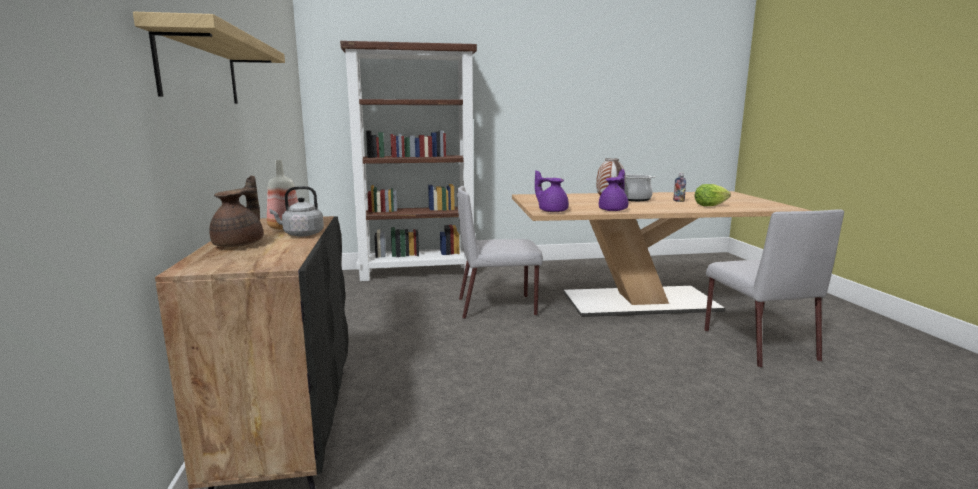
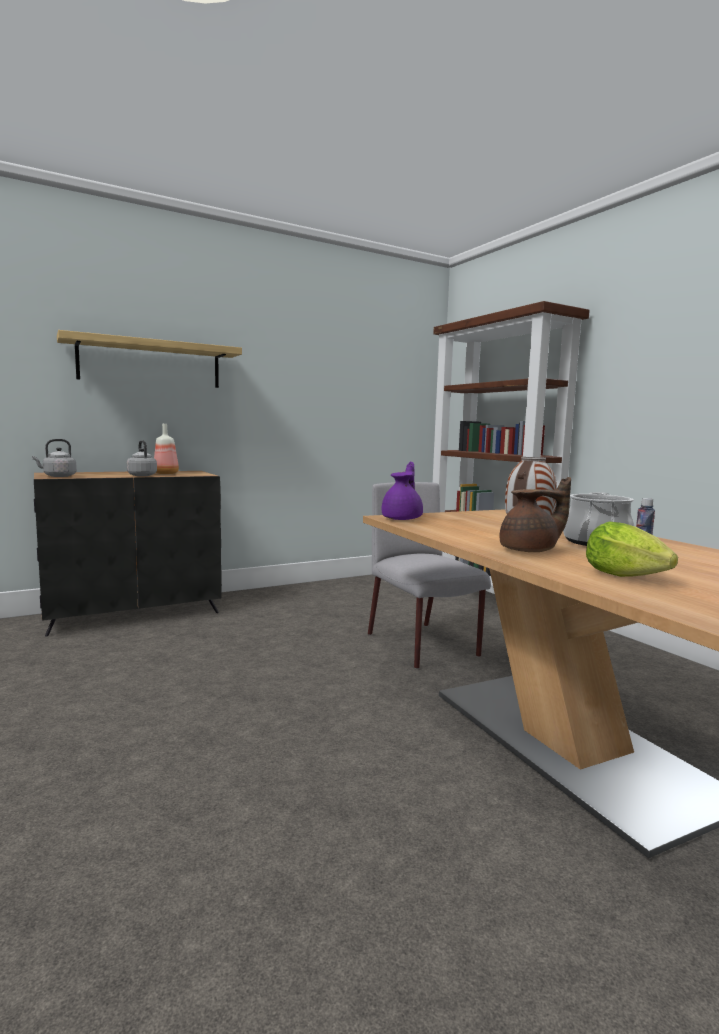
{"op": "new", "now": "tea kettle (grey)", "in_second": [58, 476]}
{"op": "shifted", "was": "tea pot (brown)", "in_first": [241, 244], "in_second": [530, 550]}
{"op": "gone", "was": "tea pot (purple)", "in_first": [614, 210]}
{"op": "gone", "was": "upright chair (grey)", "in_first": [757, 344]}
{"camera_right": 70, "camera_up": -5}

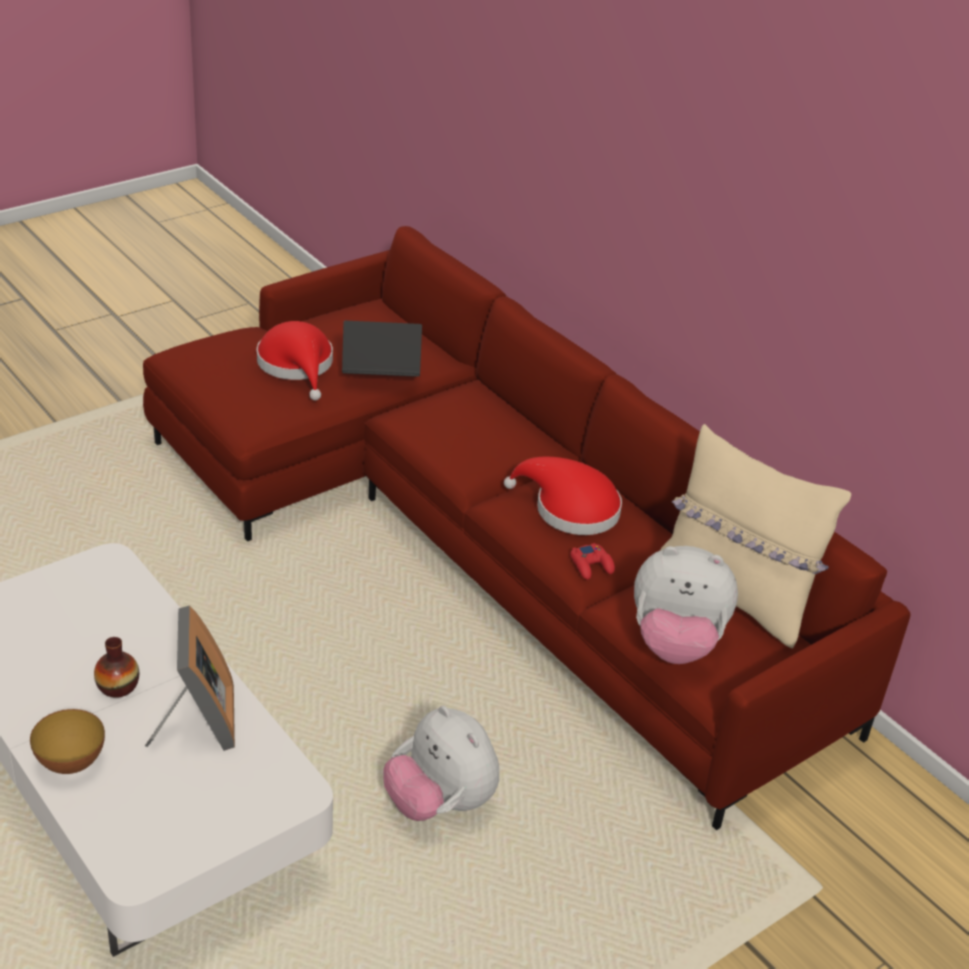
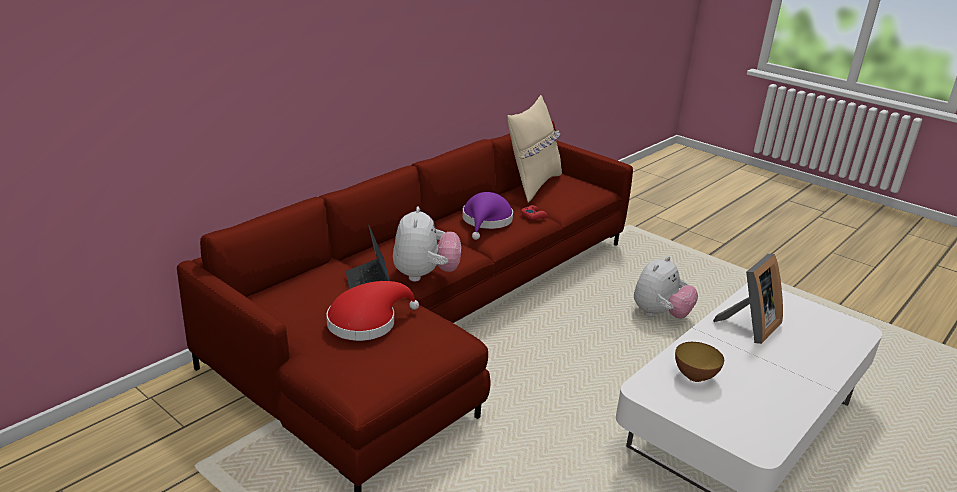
{"op": "shifted", "was": "soft toy", "in_first": [675, 643], "in_second": [425, 275]}
{"op": "repainted", "was": "clothing hat (reddish)", "now": "clothing hat (purple)", "in_first": [570, 509], "in_second": [486, 221]}
{"op": "shifted", "was": "deep dish", "in_first": [71, 763], "in_second": [694, 377]}
{"op": "rotated", "was": "standing frame", "in_first": [197, 723], "in_second": [749, 327], "clockwise": 150}
{"op": "gone", "was": "decorative vase", "in_first": [118, 686]}
{"camera_right": -100, "camera_up": -10}

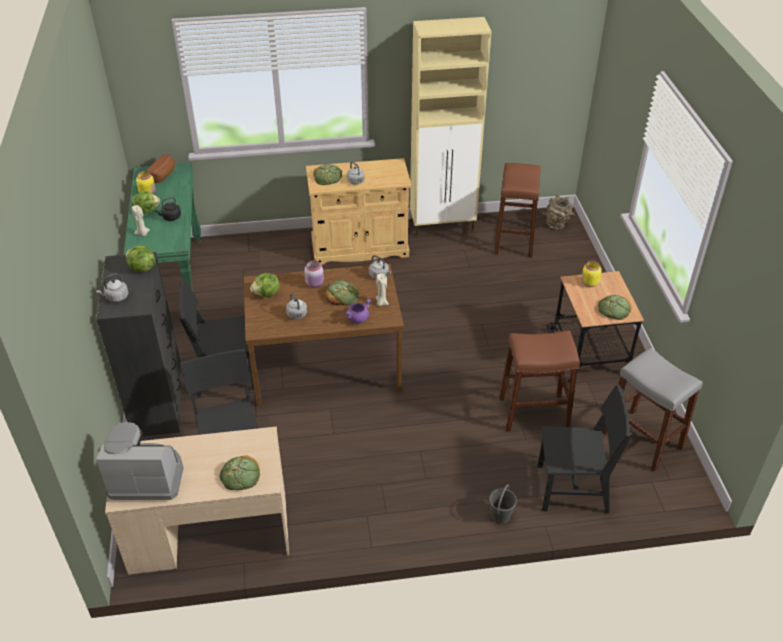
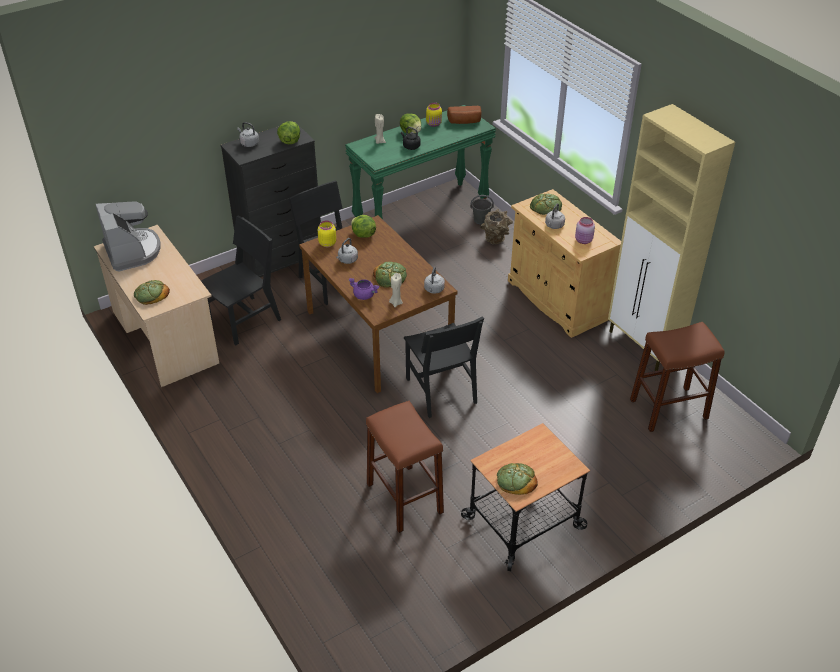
{"op": "shifted", "was": "jar (yellowish)", "in_first": [589, 283], "in_second": [327, 243]}
{"op": "shifted", "was": "upright chair (black-coloured)", "in_first": [572, 489], "in_second": [440, 390]}
{"op": "shifted", "was": "pail (grey)", "in_first": [500, 515], "in_second": [480, 220]}
{"op": "shifted", "was": "decorative vase (brown)", "in_first": [557, 224], "in_second": [496, 240]}
{"op": "shifted", "was": "jar (pinkish)", "in_first": [315, 284], "in_second": [583, 241]}
{"op": "gone", "was": "sitting stool (grey)", "in_first": [642, 440]}
{"camera_right": 65, "camera_up": 0}

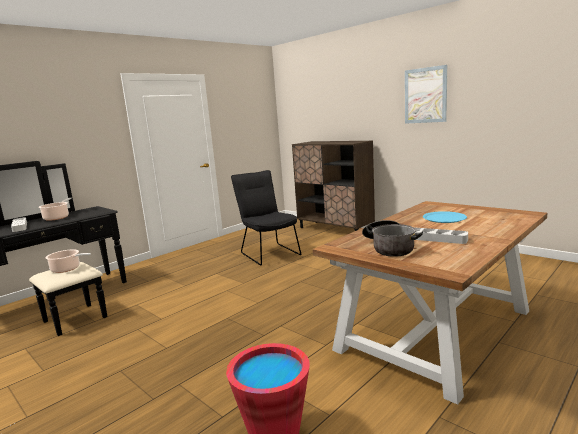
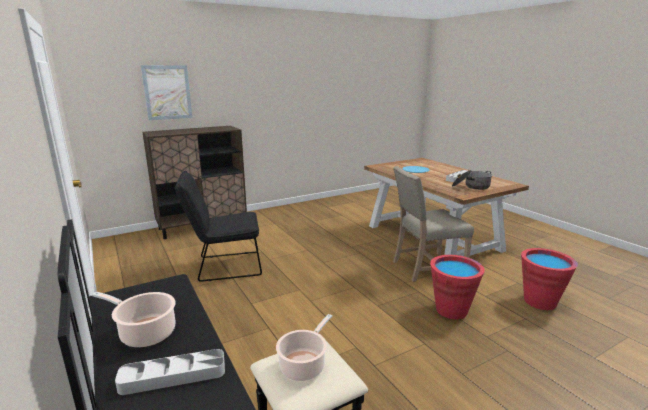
{"op": "shifted", "was": "picture", "in_first": [425, 95], "in_second": [167, 92]}
{"op": "new", "now": "upright chair (beige-coloured)", "in_second": [425, 267]}
{"op": "new", "now": "pail (reddish)", "in_second": [451, 310]}
{"camera_right": -75, "camera_up": 5}

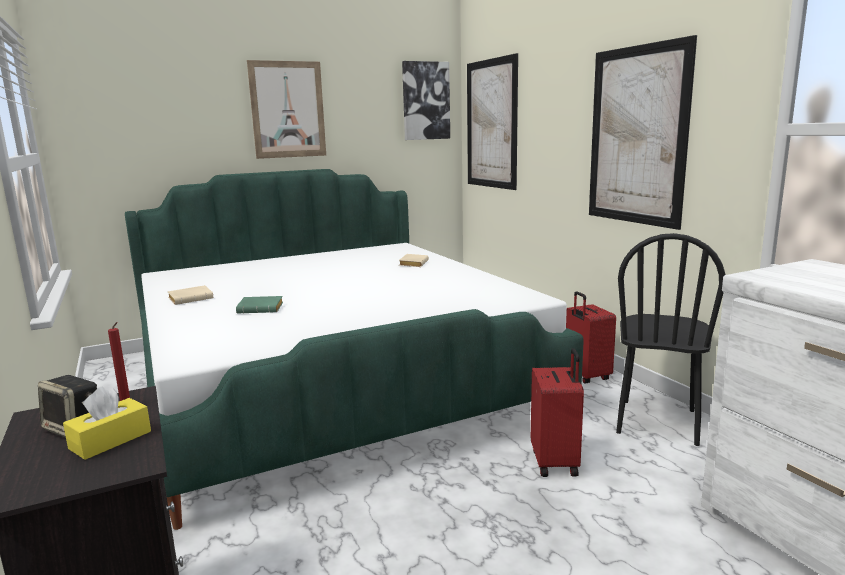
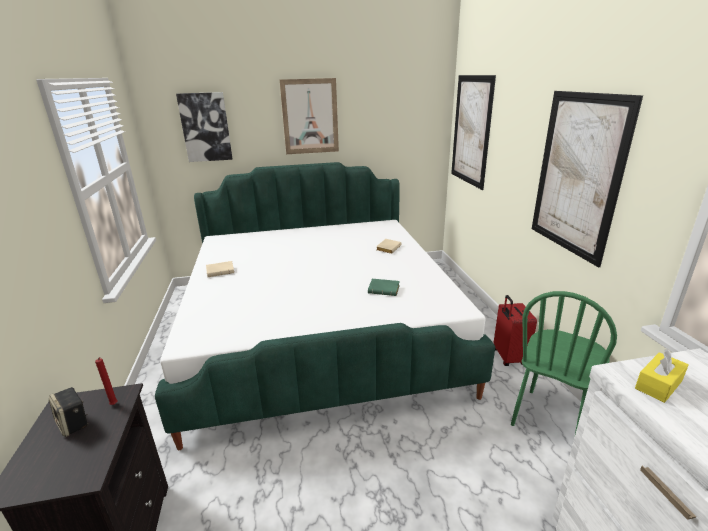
{"op": "shifted", "was": "picture", "in_first": [425, 101], "in_second": [205, 127]}
{"op": "shifted", "was": "book (green)", "in_first": [262, 309], "in_second": [385, 290]}
{"op": "repainted", "was": "upright chair (black-coloured)", "now": "upright chair (green)", "in_first": [657, 422], "in_second": [549, 419]}
{"op": "shifted", "was": "box of tissues (yellowish)", "in_first": [110, 440], "in_second": [658, 384]}
{"op": "gone", "was": "piece of luggage (reddish)", "in_first": [556, 462]}
{"camera_right": 15, "camera_up": 10}

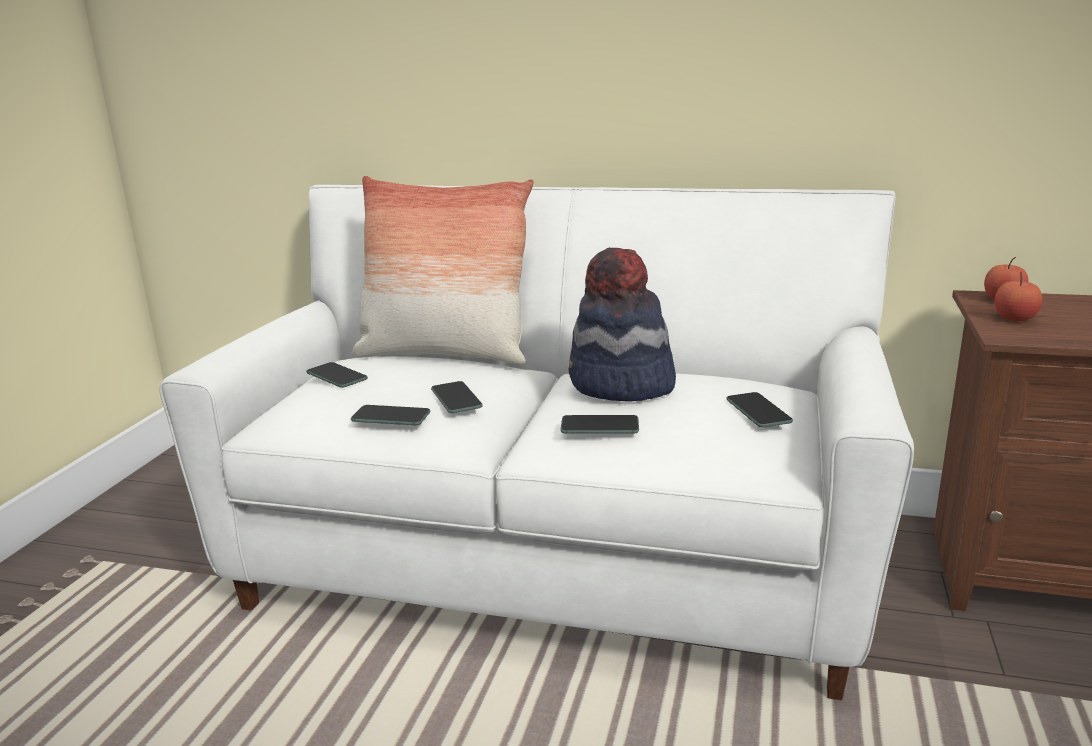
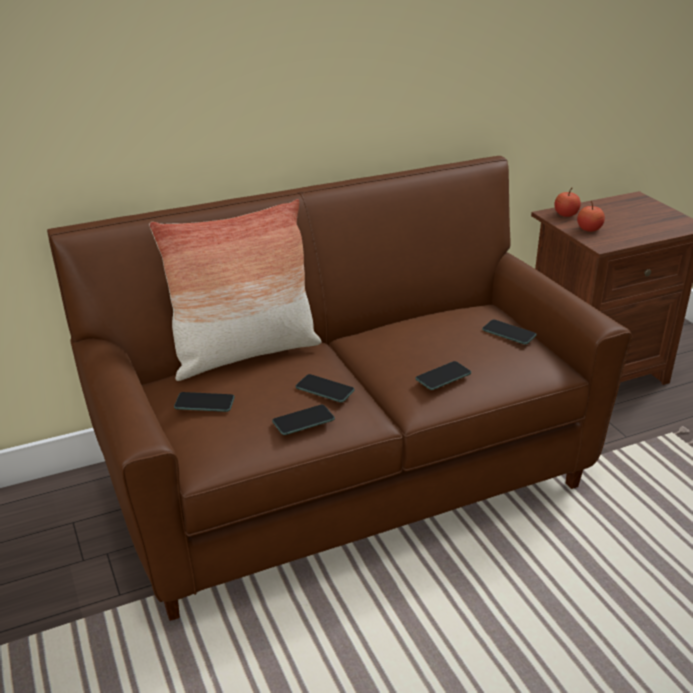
{"op": "repainted", "was": "couch (white-coloured)", "now": "couch (brown)", "in_first": [555, 564], "in_second": [346, 480]}
{"op": "gone", "was": "clothing hat", "in_first": [621, 385]}
{"camera_right": -40, "camera_up": 10}

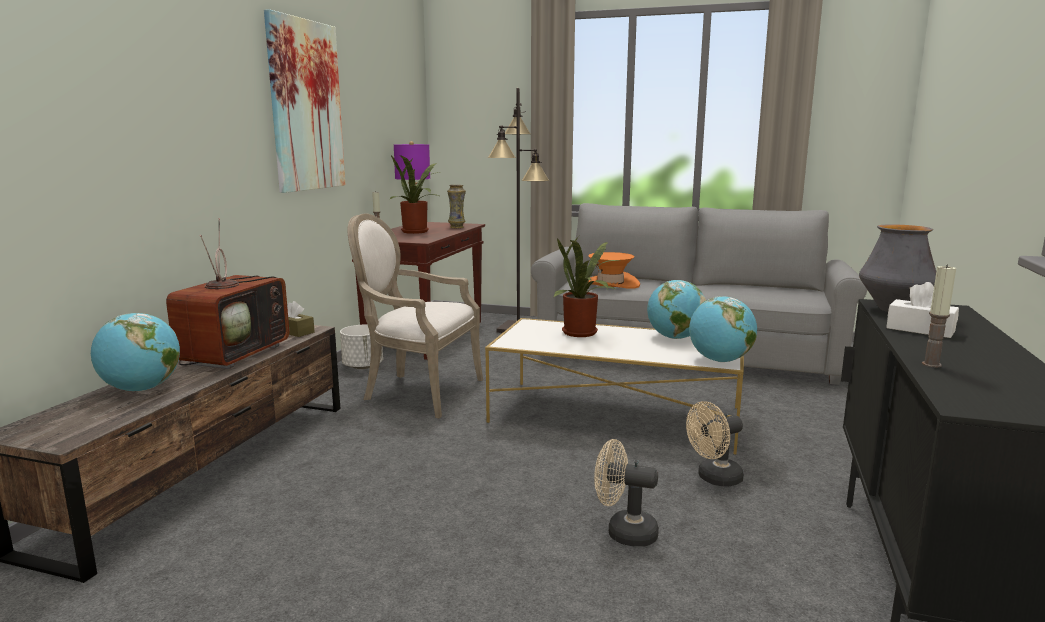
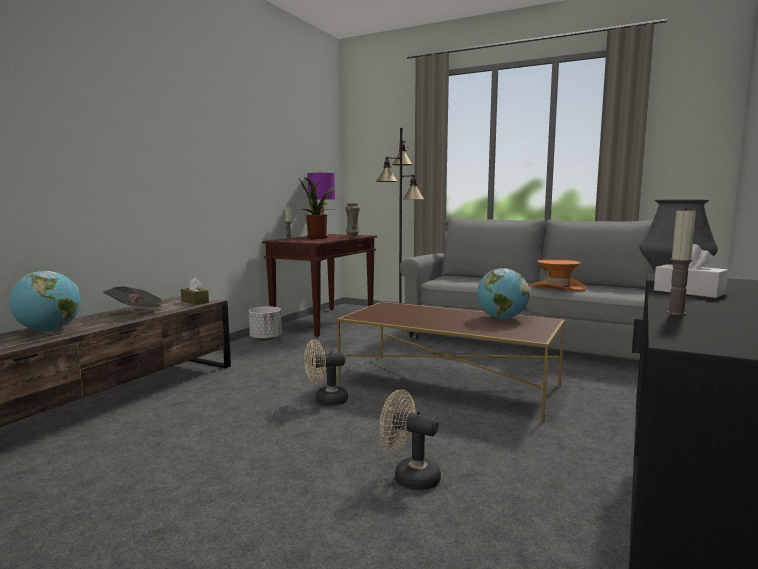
{"op": "swapped", "was": "television", "now": "printed paper", "in_first": [235, 354], "in_second": [138, 313]}
{"op": "shifted", "was": "fan (beige-coloured)", "in_first": [714, 479], "in_second": [325, 401]}
{"op": "repainted", "was": "lounge table (white-coloured)", "now": "lounge table (brown)", "in_first": [616, 415], "in_second": [449, 383]}
{"op": "shifted", "was": "clothing hat (orangey)", "in_first": [610, 284], "in_second": [557, 287]}
{"op": "gone", "was": "picture", "in_first": [306, 106]}
{"op": "gone", "was": "armchair", "in_first": [417, 391]}
{"op": "gone", "was": "houseplant", "in_first": [583, 333]}
{"op": "gone", "was": "desk globe", "in_first": [720, 361]}
{"camera_right": 10, "camera_up": -5}

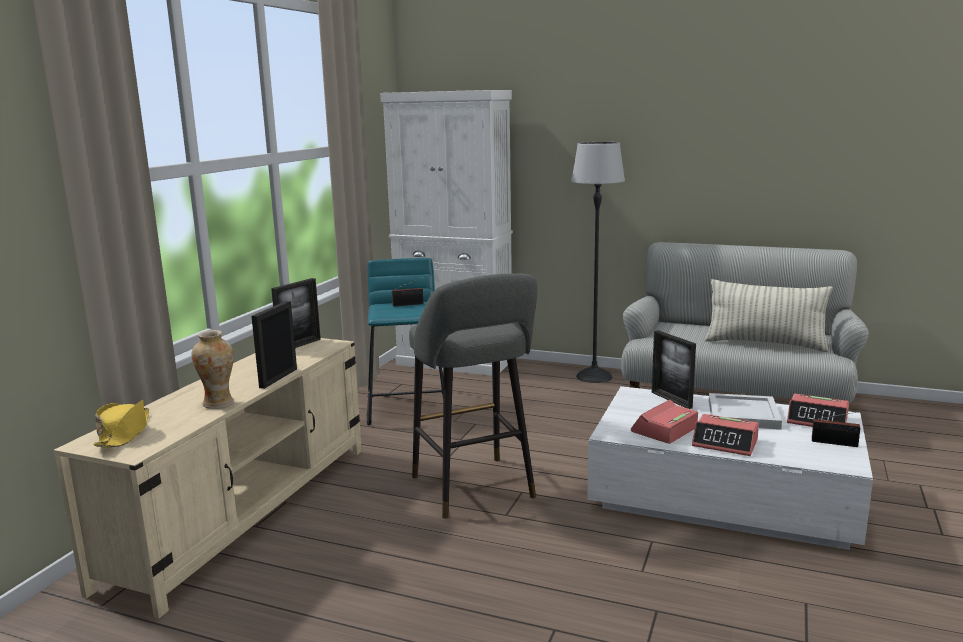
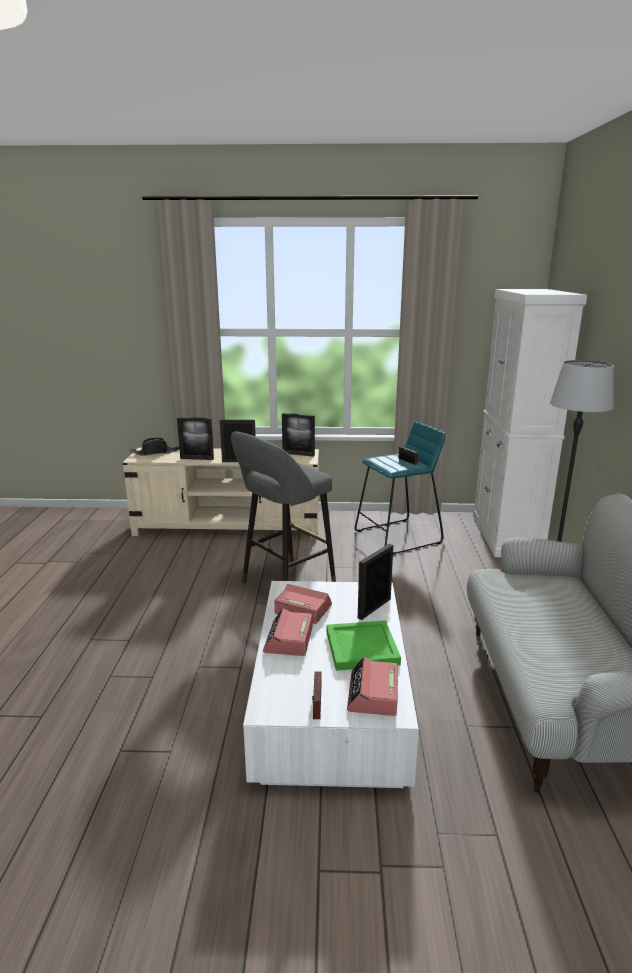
{"op": "repainted", "was": "clothing hat (yellowish)", "now": "clothing hat (black-coloured)", "in_first": [124, 433], "in_second": [155, 452]}
{"op": "swapped", "was": "decorative vase", "now": "standing frame", "in_first": [218, 403], "in_second": [197, 458]}
{"op": "repainted", "was": "tray (white-coloured)", "now": "tray (green)", "in_first": [744, 415], "in_second": [361, 648]}
{"op": "gone", "was": "pillow", "in_first": [765, 344]}
{"camera_right": 70, "camera_up": 5}

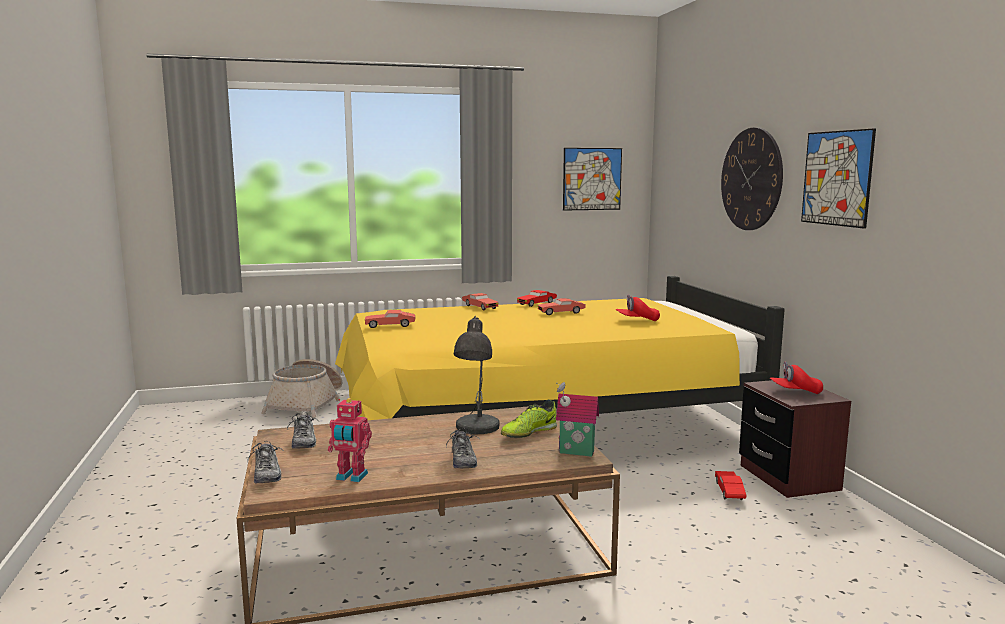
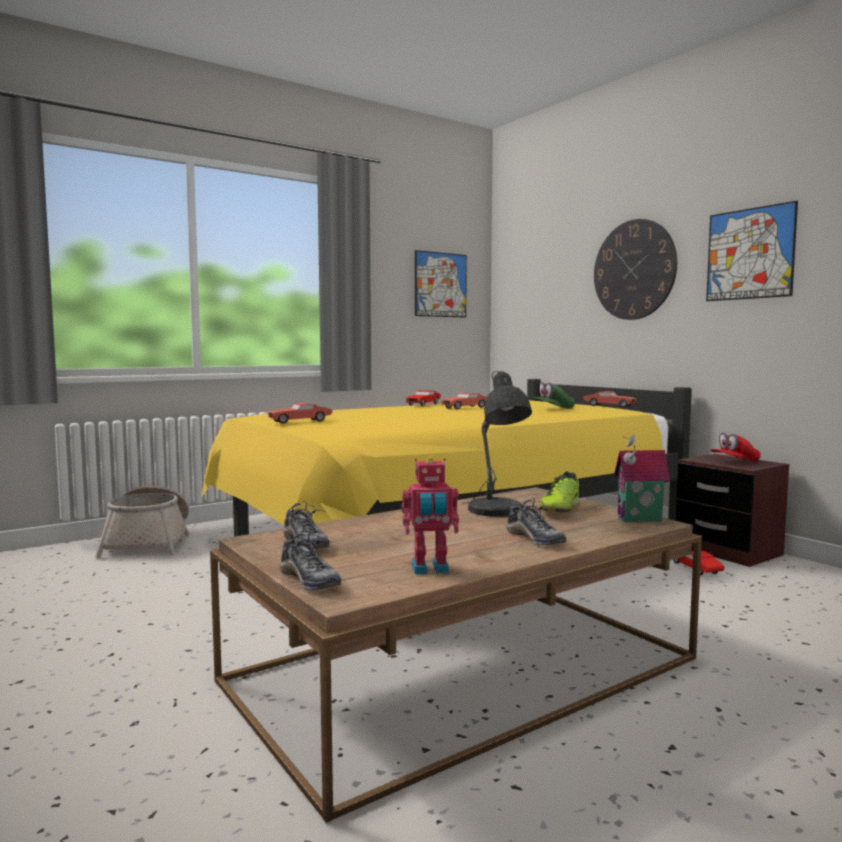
{"op": "repainted", "was": "baseball cap (reddish)", "now": "baseball cap (green)", "in_first": [637, 320], "in_second": [552, 409]}
{"op": "shifted", "was": "miniature car (reddish)", "in_first": [479, 307], "in_second": [609, 406]}
{"camera_right": -20, "camera_up": -5}

